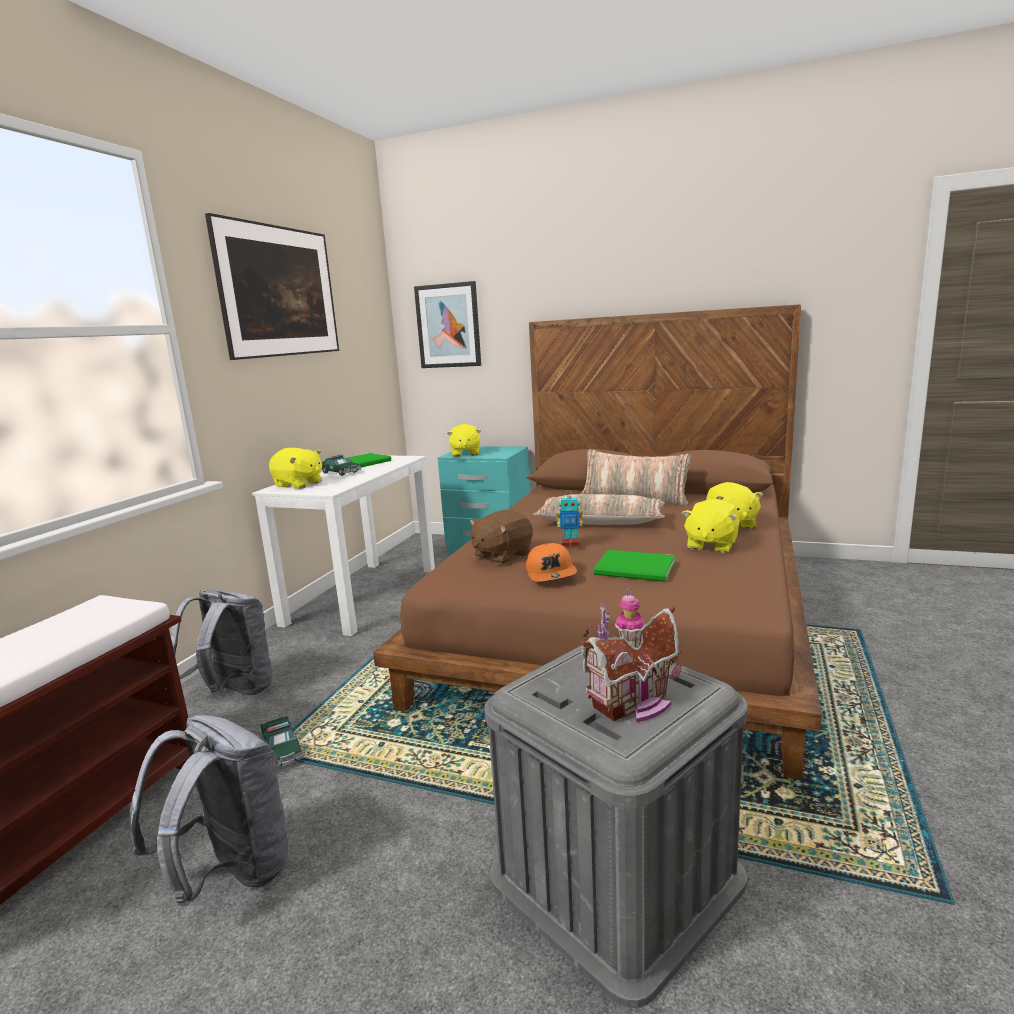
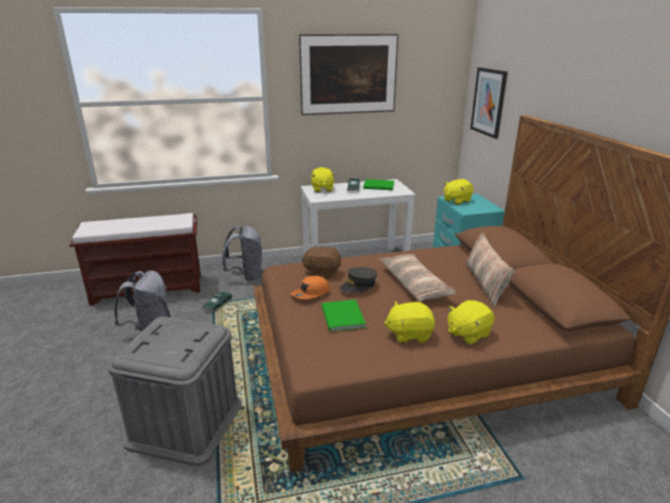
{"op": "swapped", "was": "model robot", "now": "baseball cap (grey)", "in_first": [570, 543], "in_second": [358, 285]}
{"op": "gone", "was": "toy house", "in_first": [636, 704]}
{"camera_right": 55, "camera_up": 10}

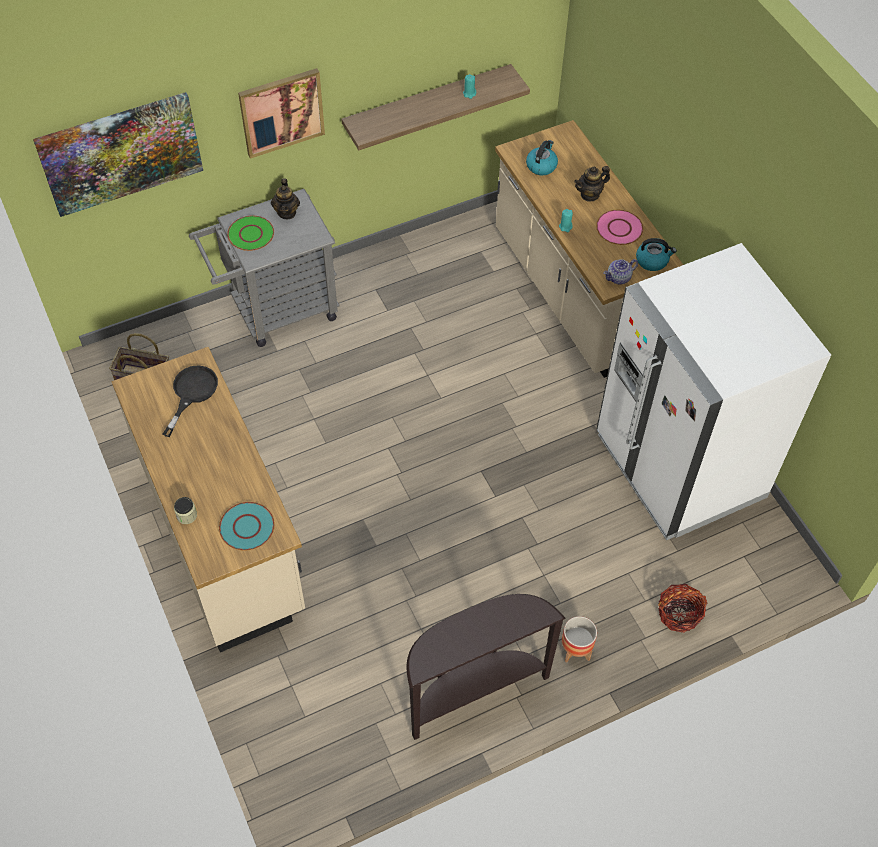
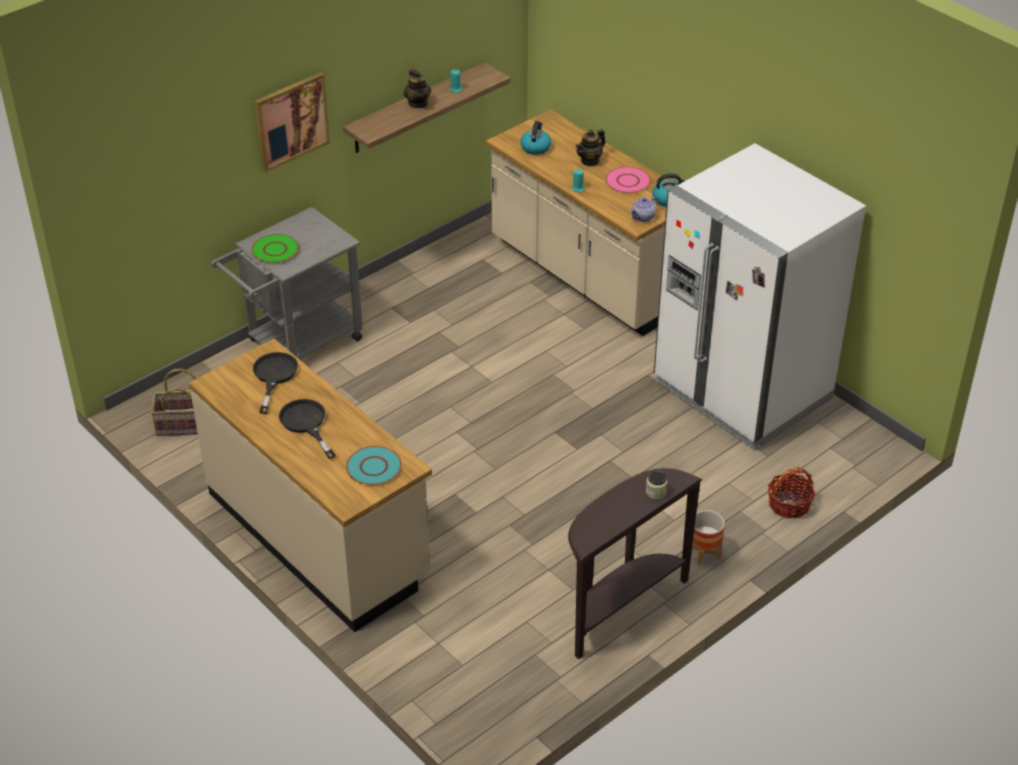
{"op": "new", "now": "skillet (black-coloured)", "in_second": [306, 424]}
{"op": "shifted", "was": "tea pot", "in_first": [287, 212], "in_second": [418, 103]}
{"op": "shifted", "was": "jar", "in_first": [187, 515], "in_second": [656, 492]}
{"op": "gone", "was": "picture", "in_first": [121, 153]}
{"camera_right": -15, "camera_up": -15}

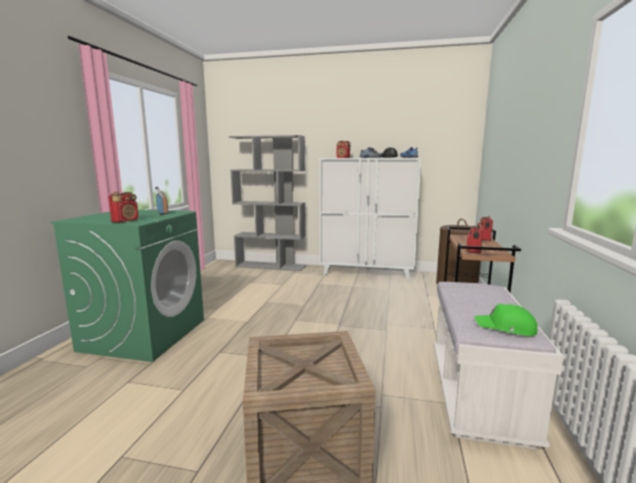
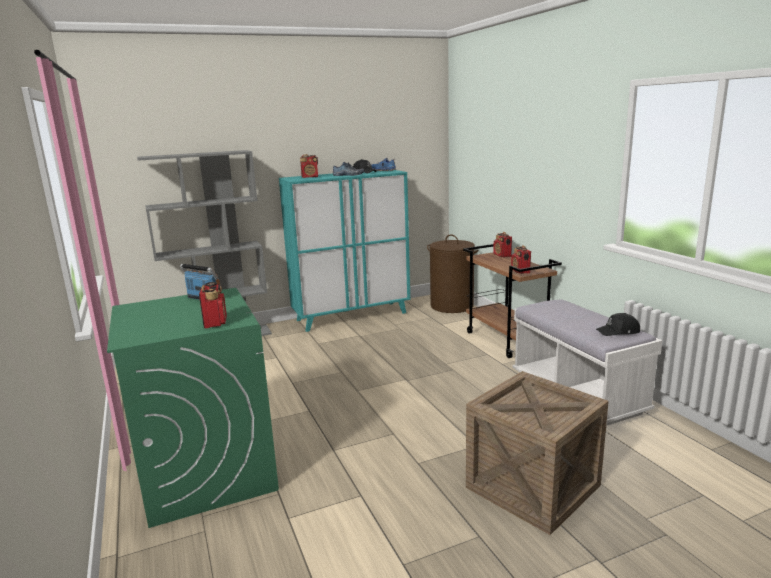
{"op": "repainted", "was": "cupboard (white-coloured)", "now": "cupboard (turquoise)", "in_first": [367, 273], "in_second": [352, 316]}
{"op": "repainted", "was": "baseball cap (green)", "now": "baseball cap (black-coloured)", "in_first": [506, 327], "in_second": [618, 331]}
{"camera_right": -35, "camera_up": 5}

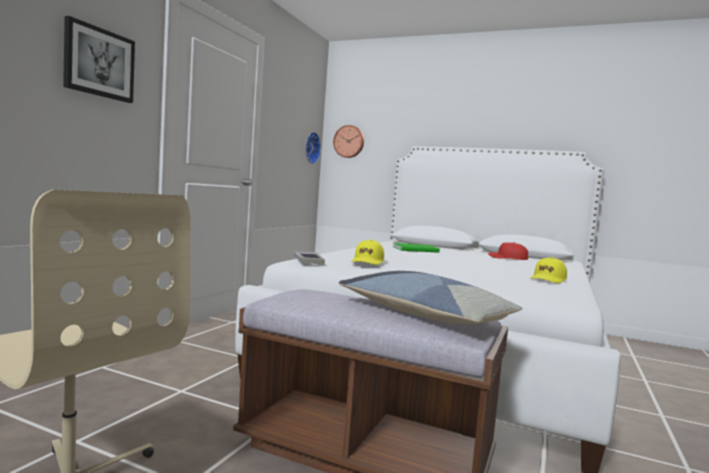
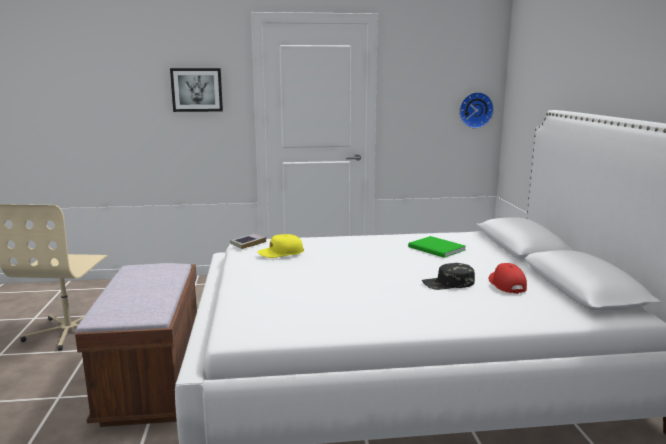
{"op": "new", "now": "baseball cap (black-coloured)", "in_second": [448, 283]}
{"op": "gone", "was": "clock on the wall", "in_first": [349, 141]}
{"op": "gone", "was": "pillow", "in_first": [423, 314]}
{"op": "gone", "was": "baseball cap (yellowish)", "in_first": [548, 279]}
{"camera_right": 60, "camera_up": 10}

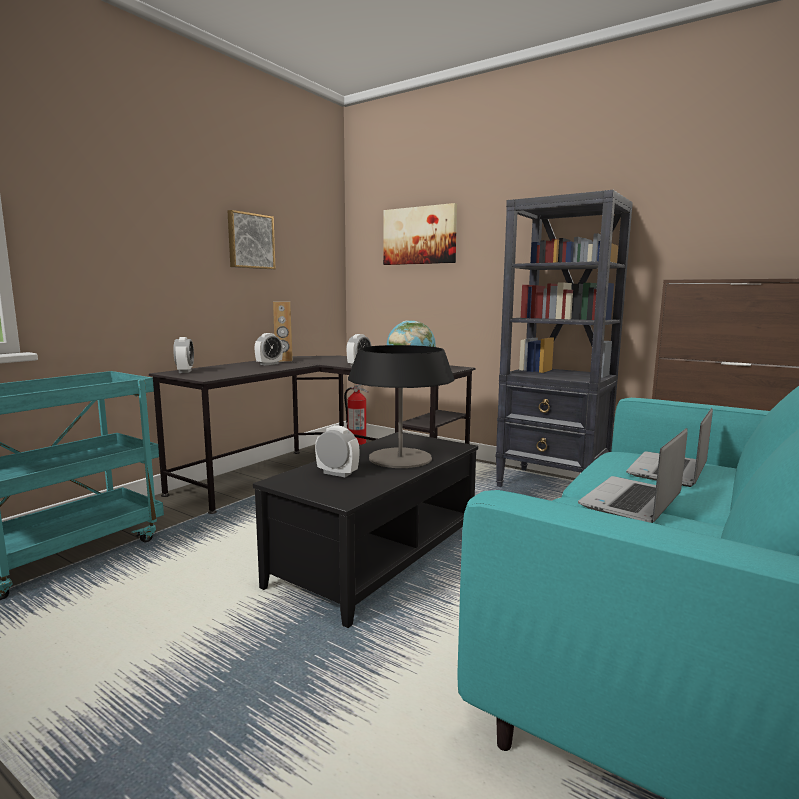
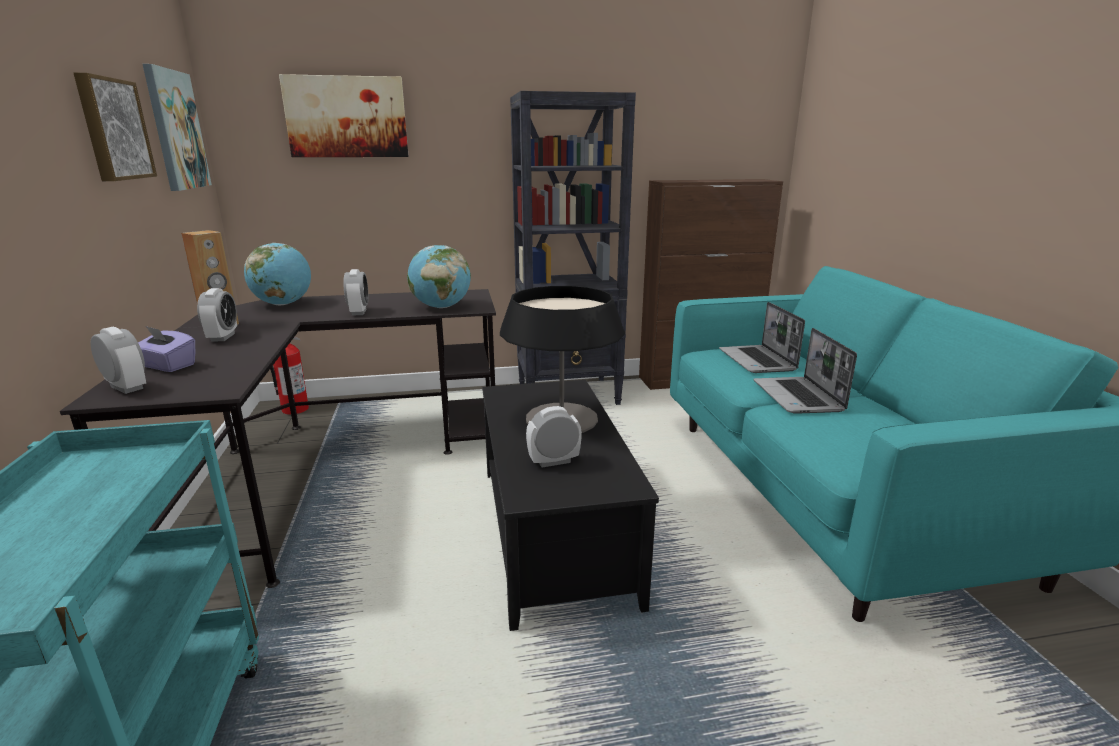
{"op": "new", "now": "box of tissues (purple)", "in_second": [167, 366]}
{"op": "new", "now": "picture", "in_second": [176, 130]}
{"op": "new", "now": "desk globe", "in_second": [283, 304]}
{"camera_right": -45, "camera_up": 10}

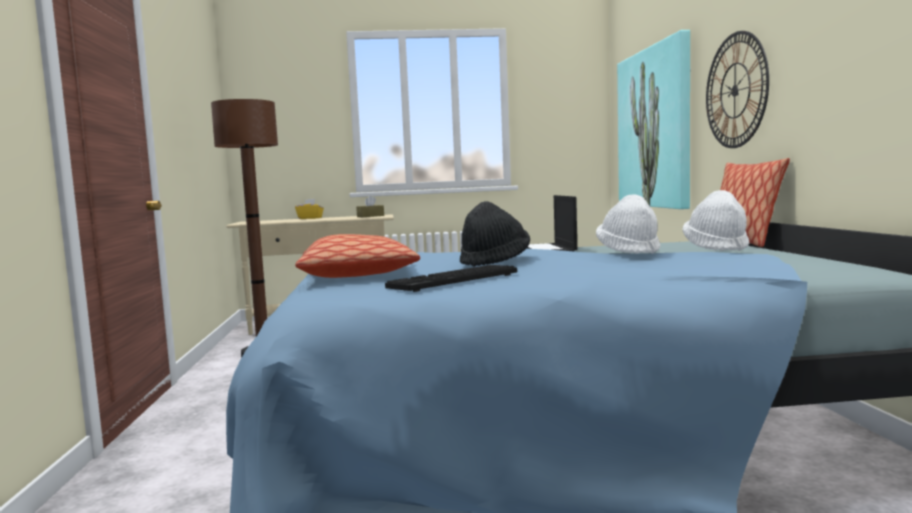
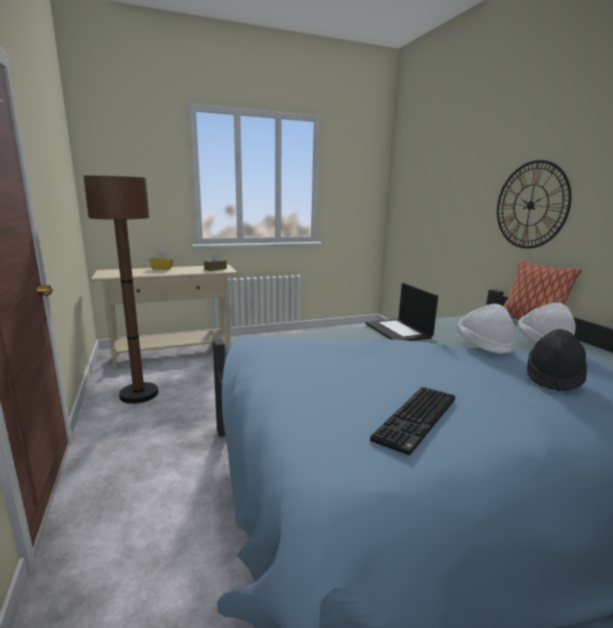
{"op": "shifted", "was": "clothing hat (black-coloured)", "in_first": [495, 262], "in_second": [553, 378]}
{"op": "gone", "was": "pillow", "in_first": [358, 275]}
{"op": "gone", "was": "picture", "in_first": [655, 128]}
{"camera_right": -15, "camera_up": 10}

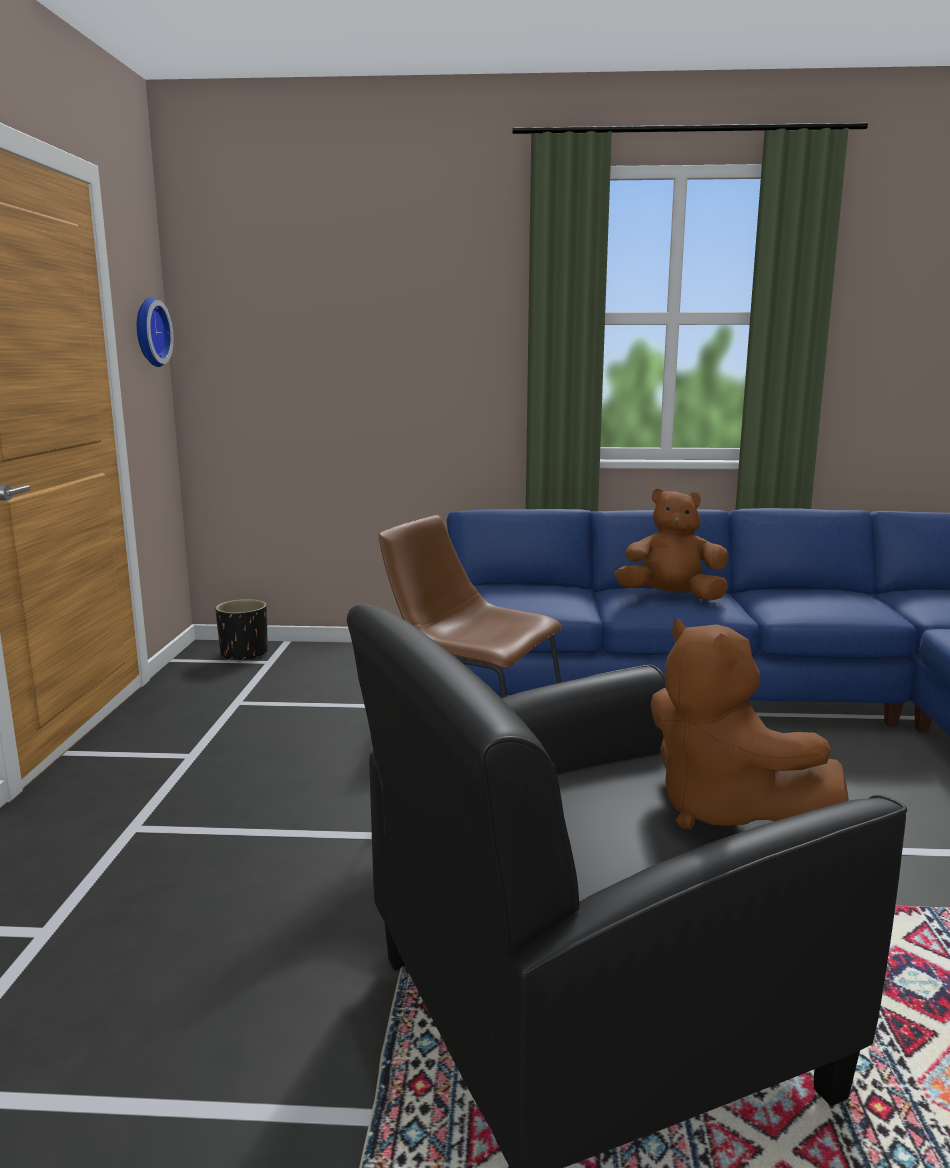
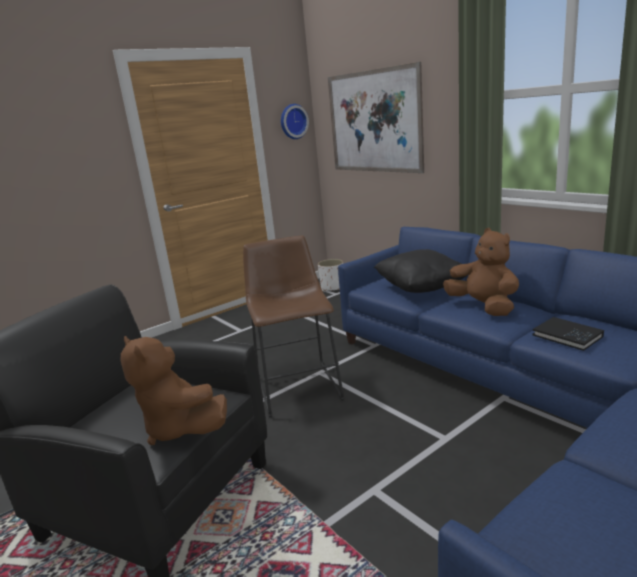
{"op": "rotated", "was": "soft toy (brown)", "in_first": [723, 811], "in_second": [180, 428], "clockwise": -60}
{"op": "repainted", "was": "flower pot (black-coloured)", "now": "flower pot (white-coloured)", "in_first": [244, 654], "in_second": [332, 287]}
{"op": "new", "now": "picture", "in_second": [373, 122]}
{"op": "new", "now": "pillow (black-coloured)", "in_second": [421, 288]}
{"op": "new", "now": "book (black-coloured)", "in_second": [567, 336]}
{"camera_right": 50, "camera_up": 5}

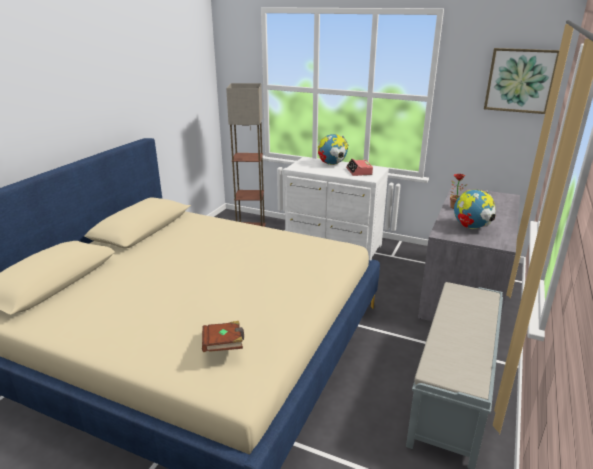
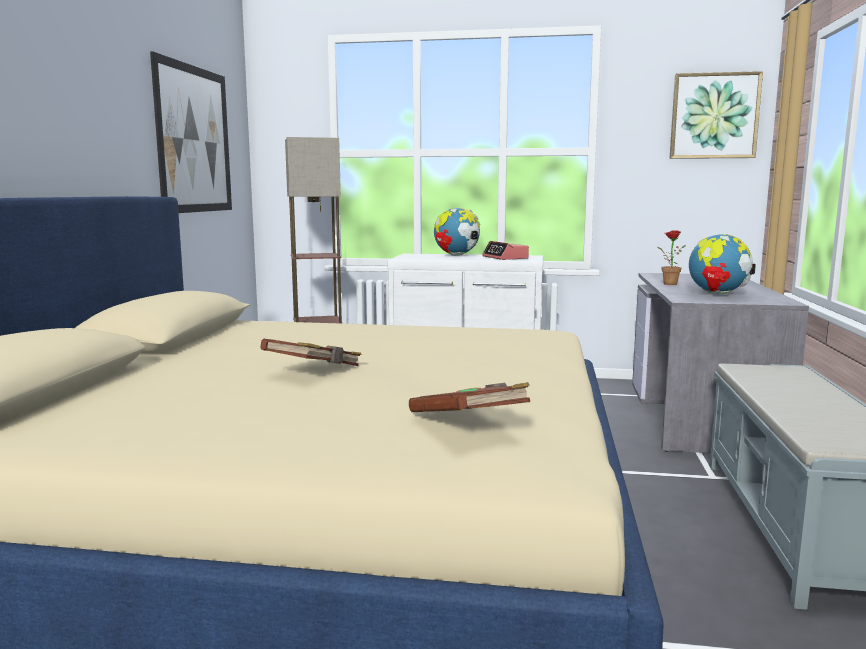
{"op": "new", "now": "picture", "in_second": [194, 140]}
{"op": "new", "now": "book (brown)", "in_second": [314, 371]}
{"camera_right": -15, "camera_up": -15}

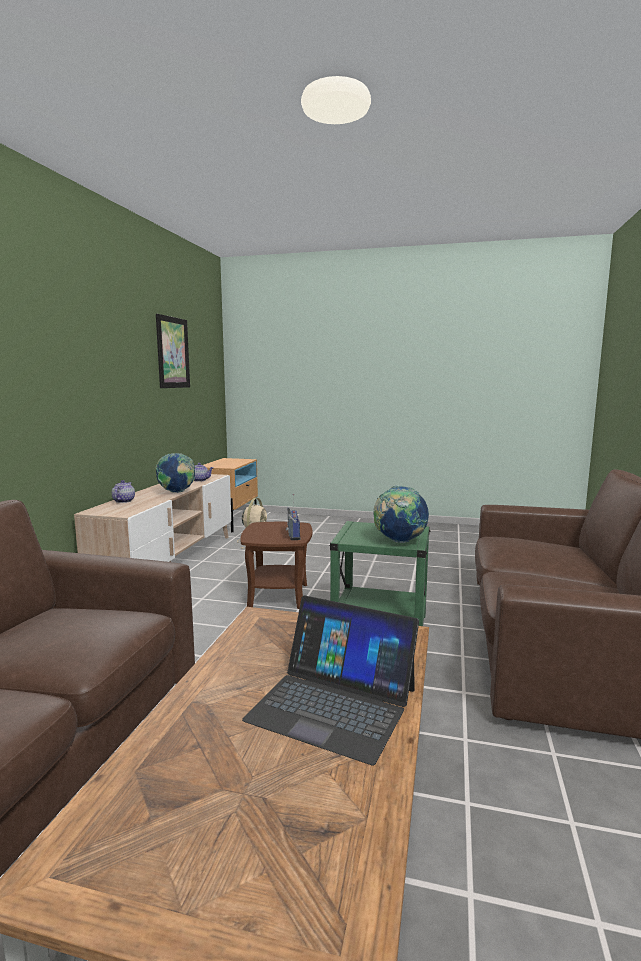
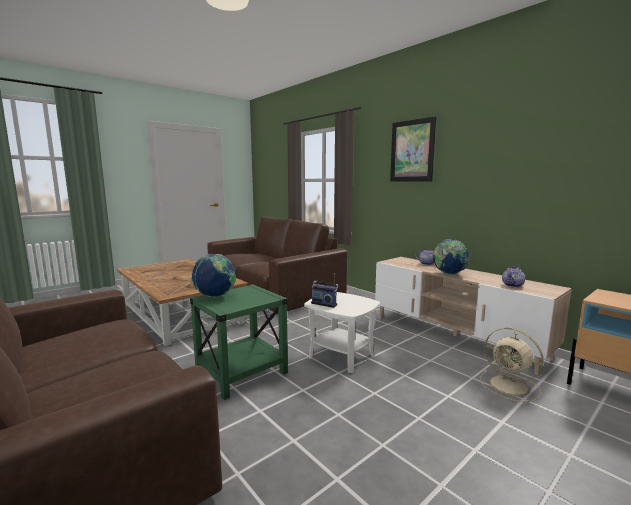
{"op": "repainted", "was": "side table (brown)", "now": "side table (white-coloured)", "in_first": [278, 595], "in_second": [341, 356]}
{"op": "shifted", "was": "picture", "in_first": [173, 352], "in_second": [412, 151]}
{"op": "gone", "was": "portable computer", "in_first": [333, 703]}
{"camera_right": 125, "camera_up": 0}

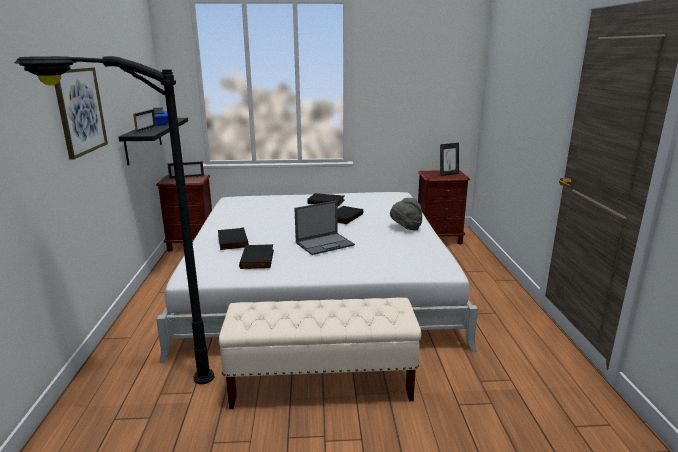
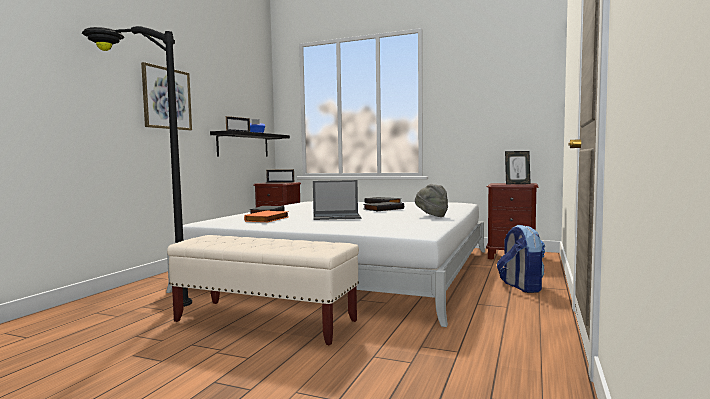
{"op": "repainted", "was": "book (black-coloured)", "now": "book (orangey)", "in_first": [258, 259], "in_second": [268, 219]}
{"op": "new", "now": "rucksack", "in_second": [521, 287]}
{"camera_right": 25, "camera_up": -15}

